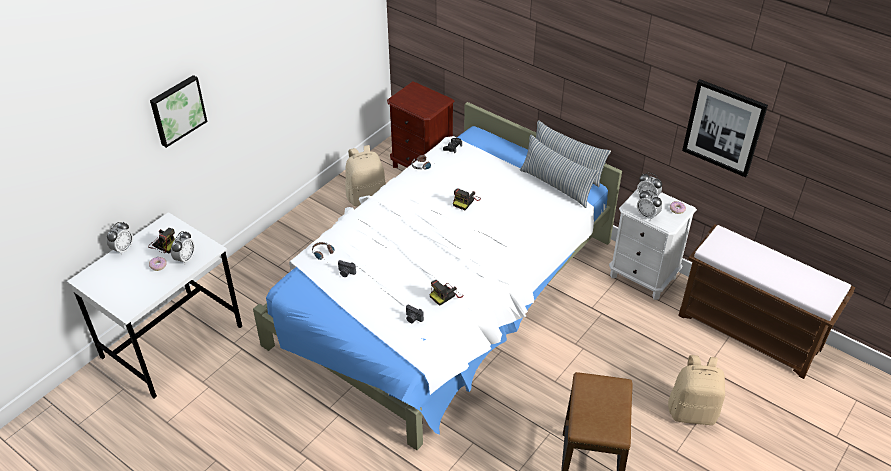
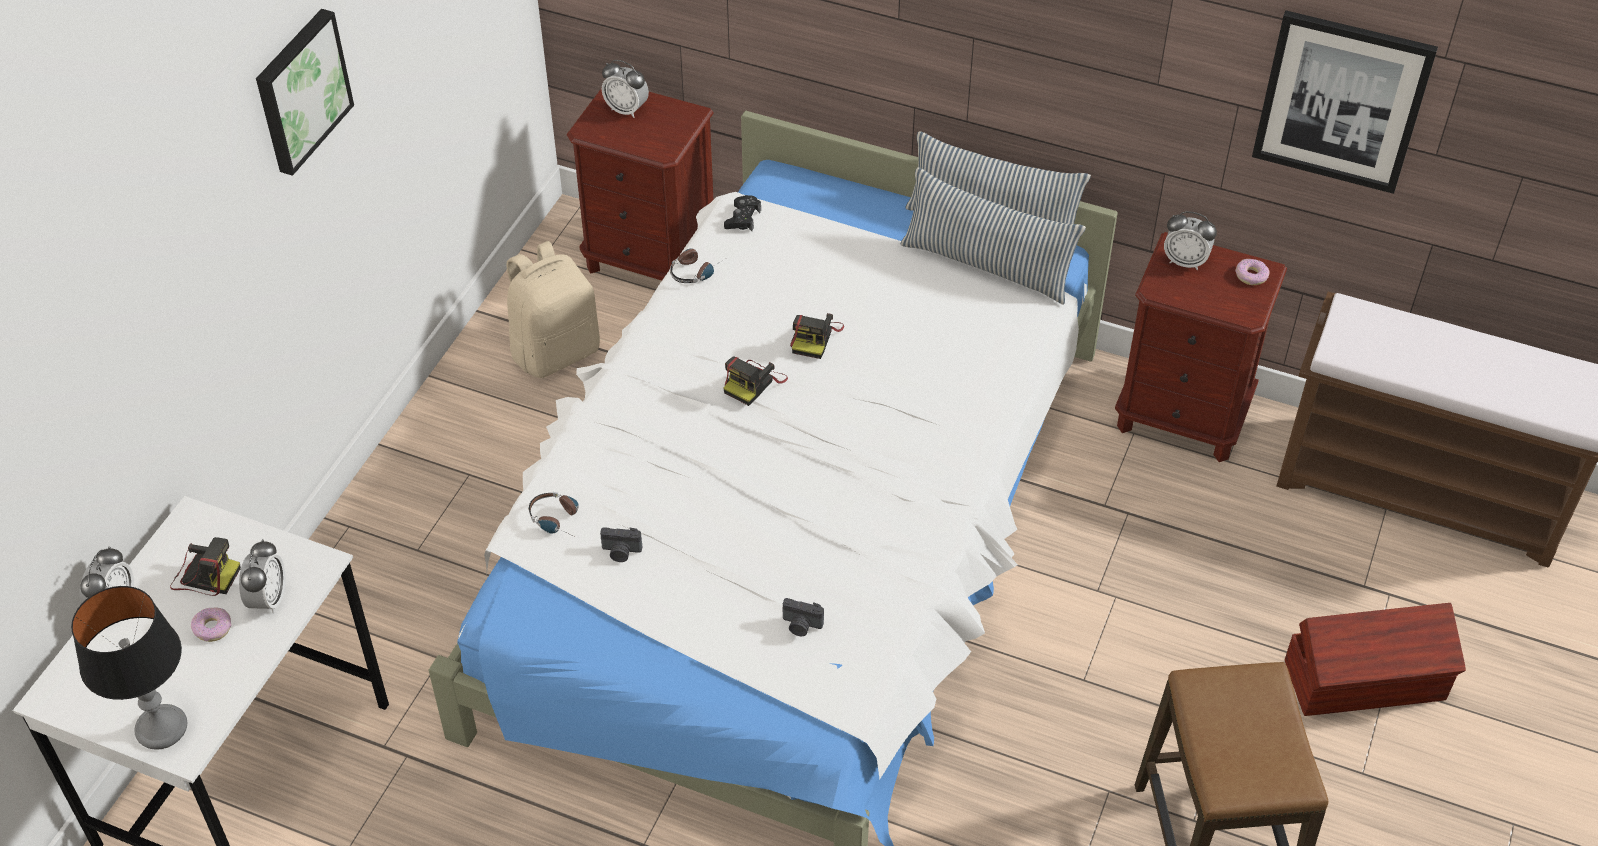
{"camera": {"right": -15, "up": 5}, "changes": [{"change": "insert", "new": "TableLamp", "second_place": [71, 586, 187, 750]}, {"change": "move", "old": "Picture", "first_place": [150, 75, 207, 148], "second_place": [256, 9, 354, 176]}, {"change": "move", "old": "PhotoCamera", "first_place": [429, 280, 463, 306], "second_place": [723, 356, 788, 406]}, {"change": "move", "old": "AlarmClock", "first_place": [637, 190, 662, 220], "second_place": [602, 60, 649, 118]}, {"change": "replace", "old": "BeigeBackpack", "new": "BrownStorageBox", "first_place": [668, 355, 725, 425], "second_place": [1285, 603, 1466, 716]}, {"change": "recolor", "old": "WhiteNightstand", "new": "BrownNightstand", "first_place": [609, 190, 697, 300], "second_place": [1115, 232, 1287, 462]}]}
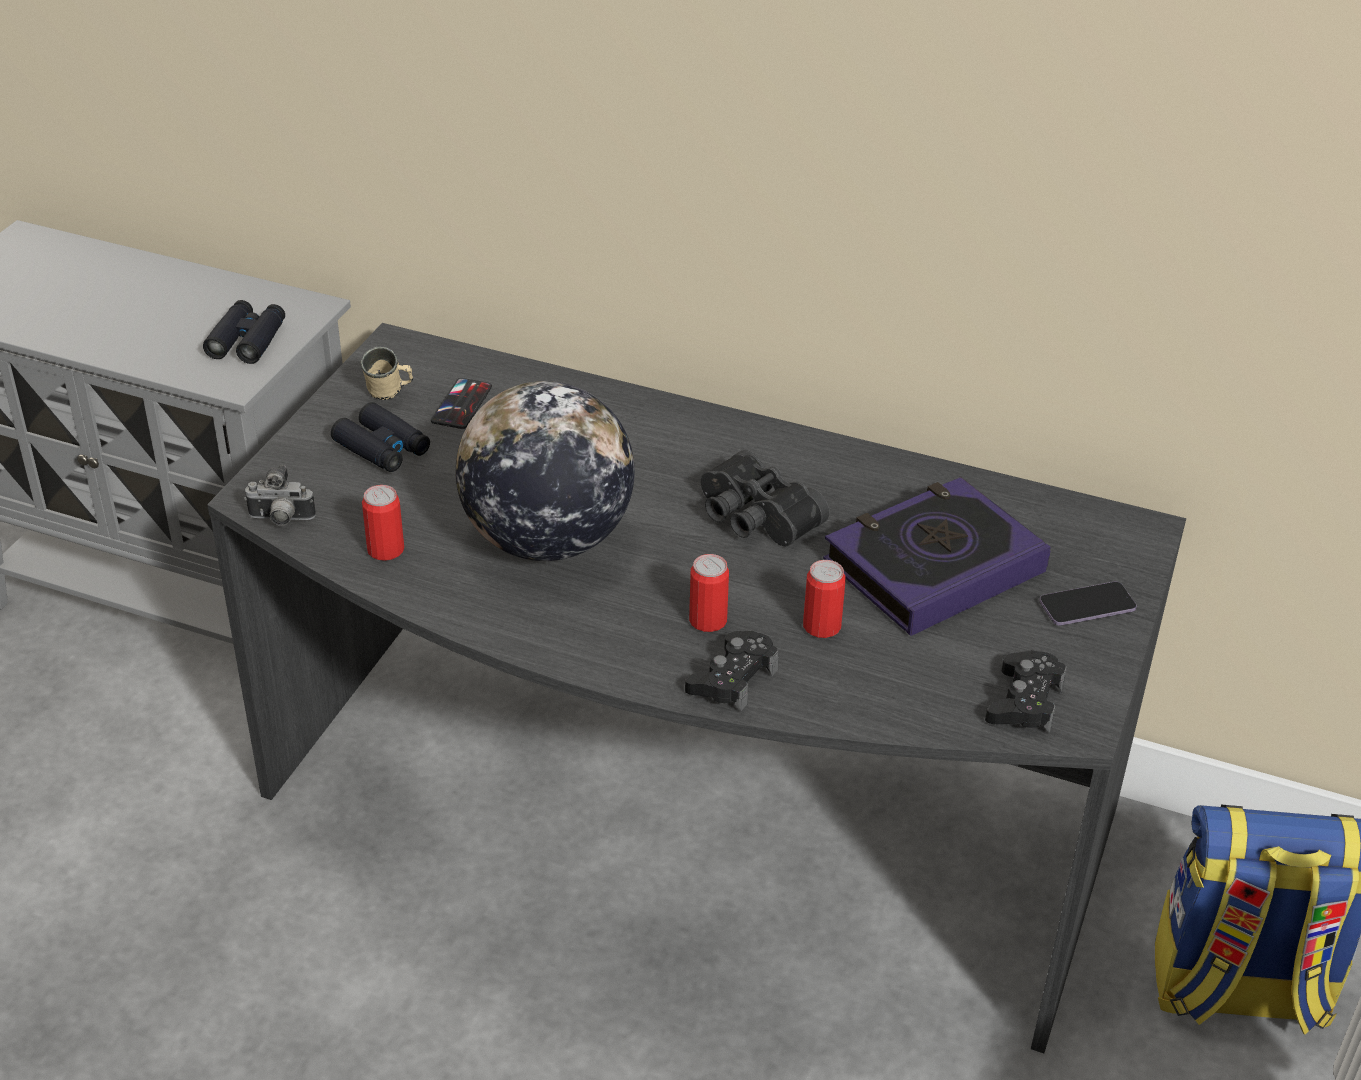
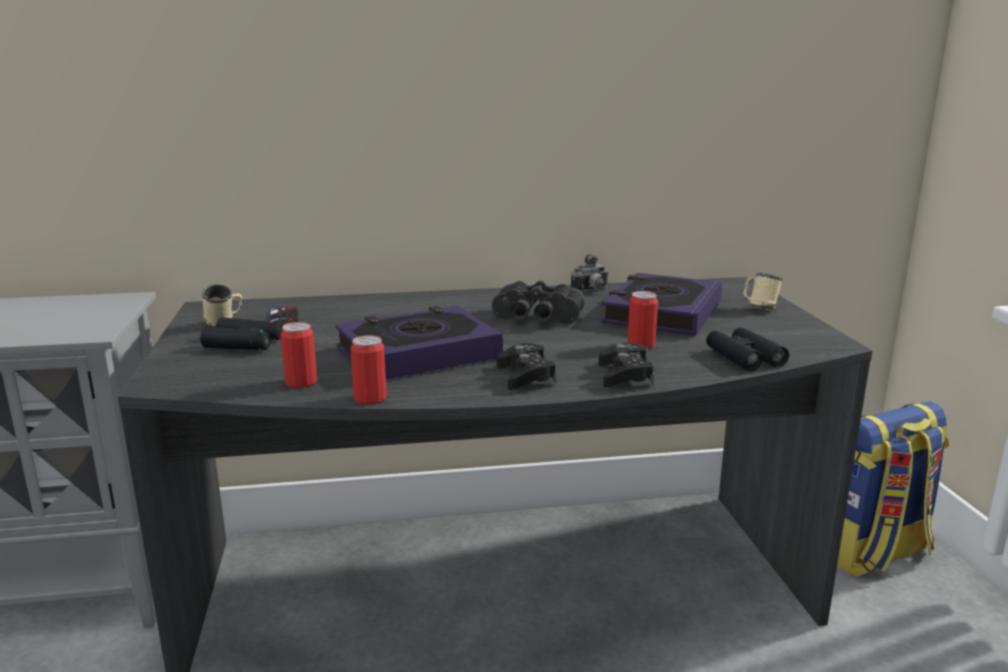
{"camera": {"right": -30, "up": -20}, "changes": [{"change": "move", "old": "BlackBinoculars", "first_place": [203, 300, 285, 364], "second_place": [706, 327, 789, 371]}, {"change": "move", "old": "PhotoCamera", "first_place": [244, 465, 316, 526], "second_place": [571, 254, 609, 292]}, {"change": "move", "old": "Can", "first_place": [689, 554, 729, 632], "second_place": [351, 335, 387, 404]}, {"change": "move", "old": "BlackGameController", "first_place": [985, 650, 1067, 733], "second_place": [497, 343, 557, 390]}, {"change": "replace", "old": "Globe", "new": "Book", "first_place": [455, 381, 635, 561], "second_place": [335, 306, 503, 379]}, {"change": "replace", "old": "Phone", "new": "BeigeMug", "first_place": [1039, 582, 1137, 626], "second_place": [743, 272, 783, 309]}]}
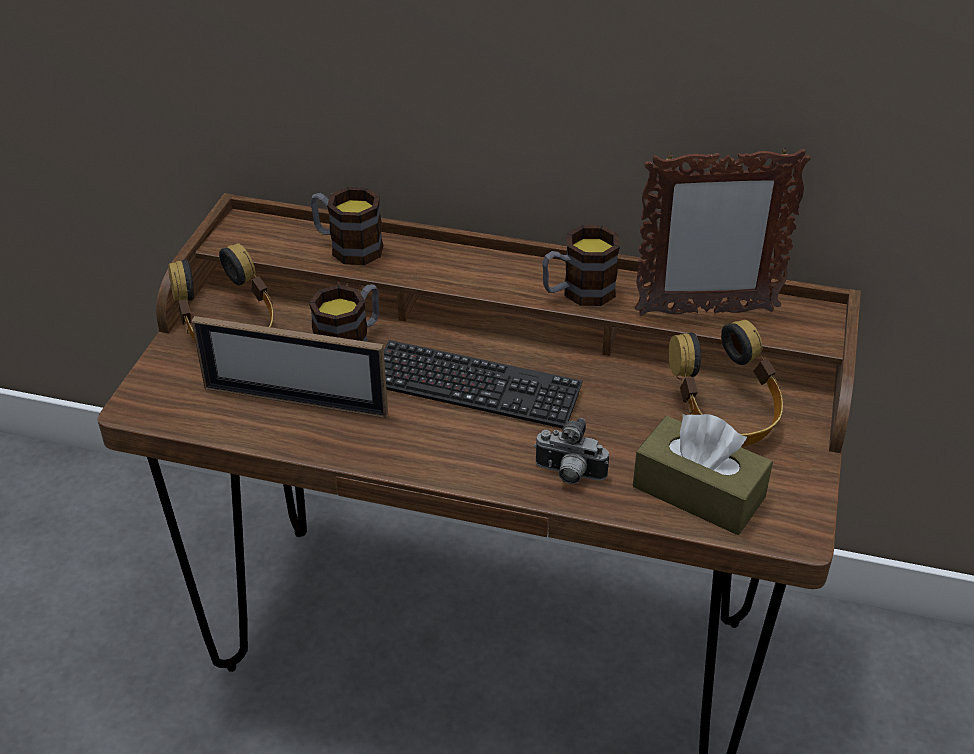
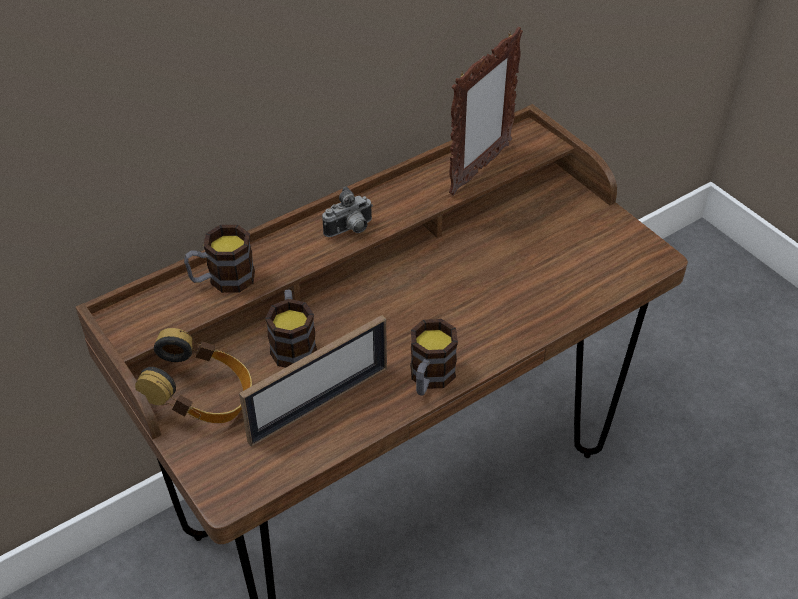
{"camera": {"right": -50, "up": 5}, "changes": [{"change": "delete", "old": "Keyboard", "first_place": [384, 340, 583, 429]}, {"change": "delete", "old": "BrownTissueBox", "first_place": [633, 414, 773, 535]}, {"change": "delete", "old": "Headphones", "first_place": [668, 320, 783, 447]}, {"change": "move", "old": "PhotoCamera", "first_place": [534, 418, 609, 484], "second_place": [322, 187, 373, 237]}, {"change": "move", "old": "Mug", "first_place": [542, 225, 620, 306], "second_place": [410, 319, 458, 395]}]}
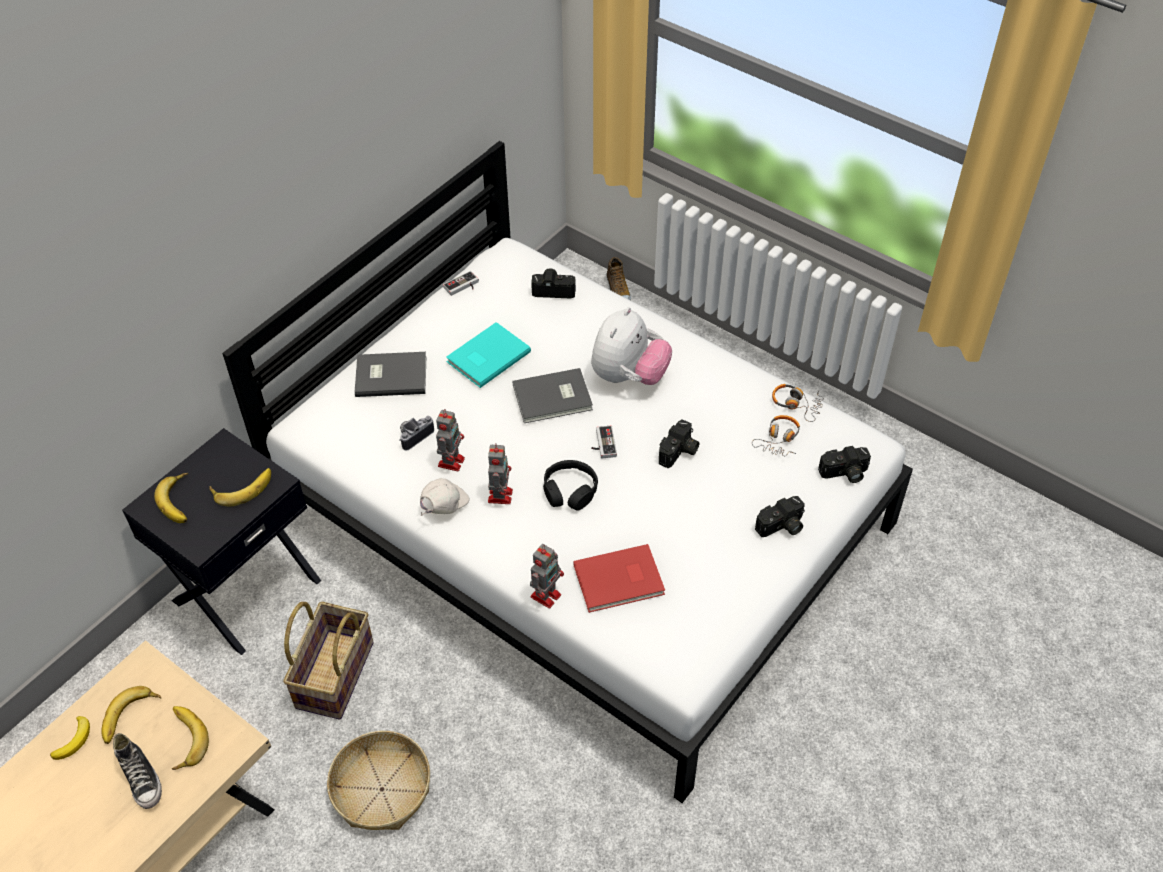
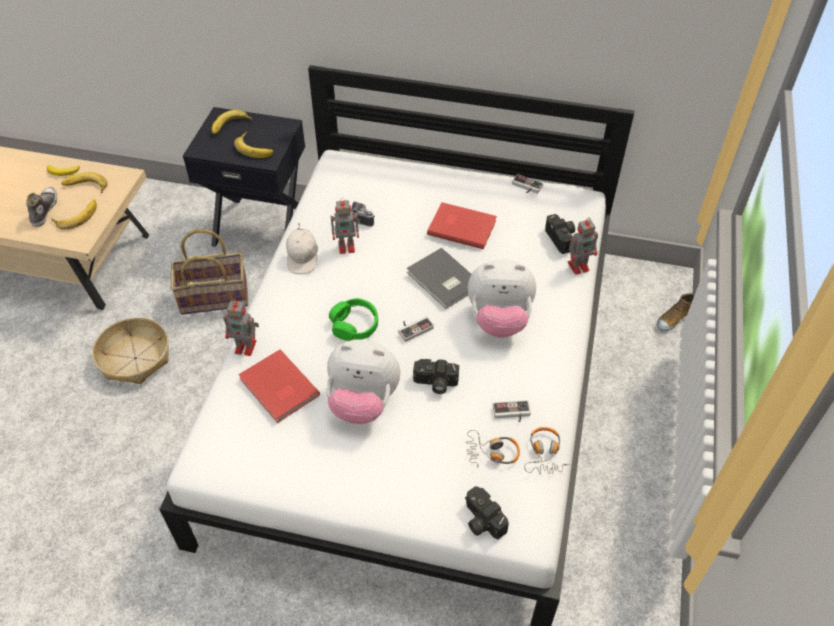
{"camera": {"right": 65, "up": 0}, "changes": [{"change": "delete", "old": "GreyBook", "first_place": [355, 352, 426, 397]}, {"change": "delete", "old": "PhotoCamera", "first_place": [755, 496, 805, 537]}, {"change": "insert", "new": "PlushToy", "second_place": [326, 340, 400, 424]}, {"change": "insert", "new": "GameController", "second_place": [492, 400, 531, 422]}, {"change": "move", "old": "ToyRobot", "first_place": [488, 443, 513, 504], "second_place": [568, 218, 598, 275]}, {"change": "recolor", "old": "TurquoiseBook", "new": "RedBook", "first_place": [446, 322, 531, 388], "second_place": [427, 202, 497, 249]}, {"change": "recolor", "old": "BlackHeadphones", "new": "GreenHeadphones", "first_place": [543, 460, 598, 510], "second_place": [329, 298, 378, 341]}, {"change": "rotate", "old": "Shoe", "first_place": [113, 733, 162, 809], "second_place": [26, 187, 57, 227], "degrees": 150}, {"change": "rotate", "old": "WhiteCap", "first_place": [420, 478, 470, 516], "second_place": [286, 223, 318, 274], "degrees": 75}]}
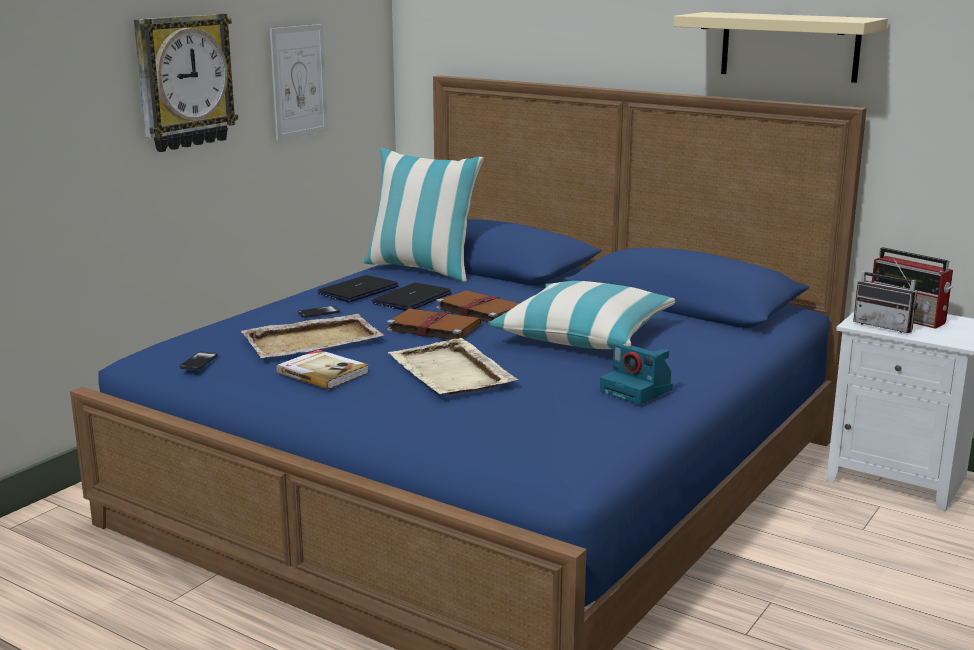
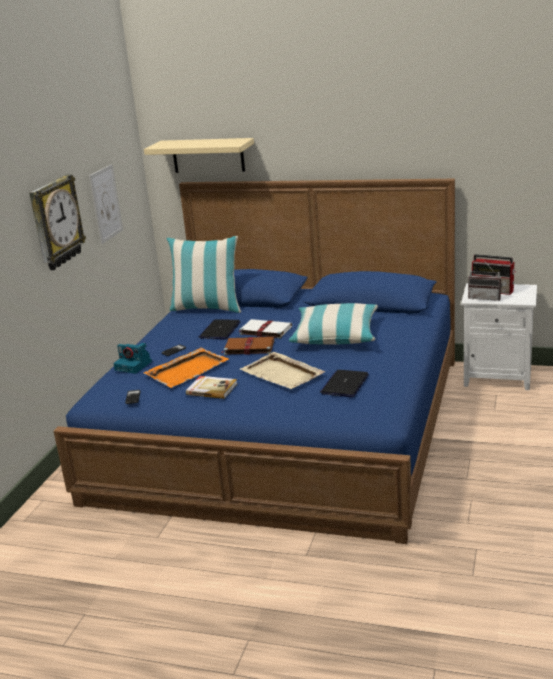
{"camera": {"right": -15, "up": 5}, "changes": [{"change": "move", "old": "Laptop", "first_place": [317, 275, 399, 302], "second_place": [320, 370, 369, 397]}, {"change": "move", "old": "PhotoCamera", "first_place": [600, 344, 673, 405], "second_place": [113, 343, 152, 374]}, {"change": "move", "old": "BeigeShelf", "first_place": [673, 12, 888, 83], "second_place": [144, 138, 254, 173]}, {"change": "recolor", "old": "BeigeTray", "new": "OrangeTray", "first_place": [241, 314, 384, 358], "second_place": [144, 348, 229, 388]}, {"change": "recolor", "old": "BrownBook", "new": "WhiteBook", "first_place": [436, 290, 519, 324], "second_place": [239, 319, 292, 339]}]}
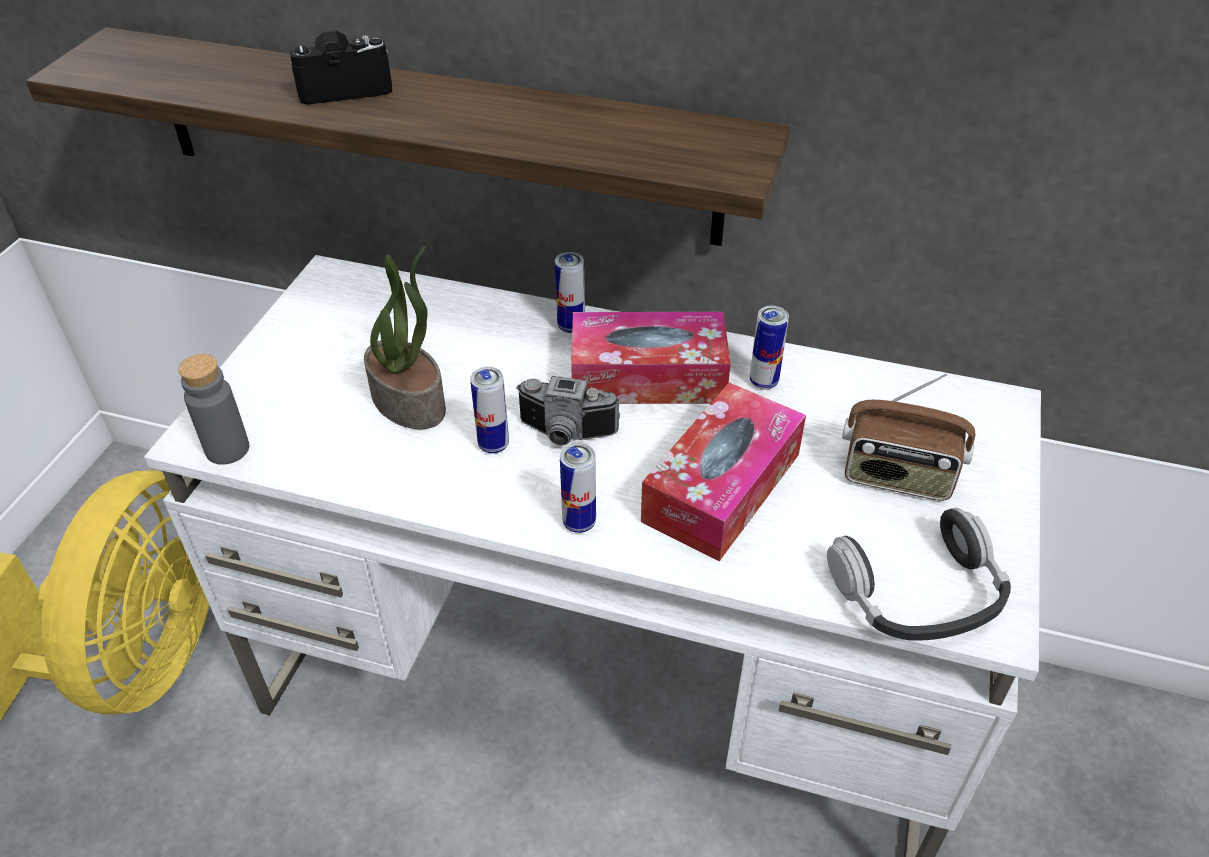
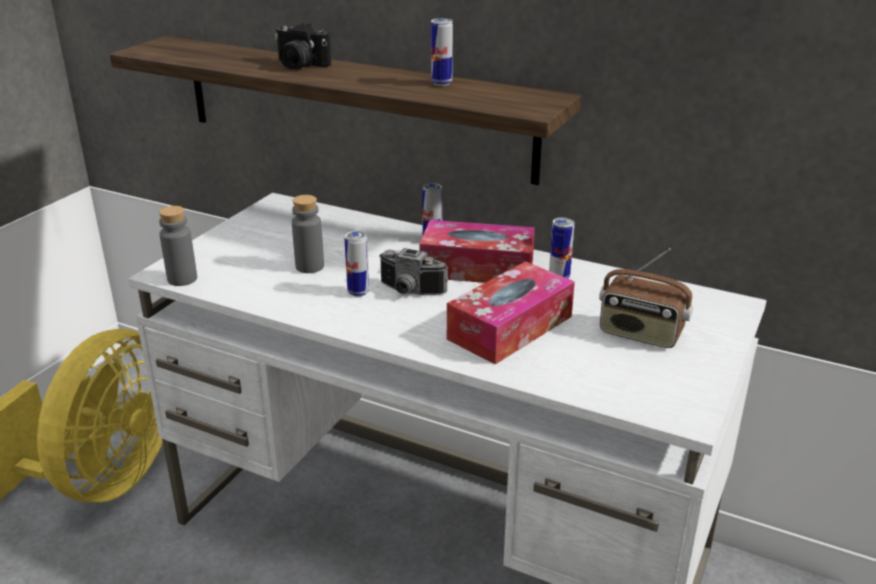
{"camera": {"right": 10, "up": -15}, "changes": [{"change": "delete", "old": "Headphones", "first_place": [827, 507, 1011, 641]}, {"change": "move", "old": "Can", "first_place": [560, 443, 596, 533], "second_place": [431, 18, 453, 86]}, {"change": "replace", "old": "PottedPlant", "new": "GreyBottle", "first_place": [364, 245, 446, 429], "second_place": [292, 195, 324, 273]}, {"change": "rotate", "old": "PhotoCamera", "first_place": [290, 31, 392, 105], "second_place": [275, 23, 331, 70], "degrees": -150}]}
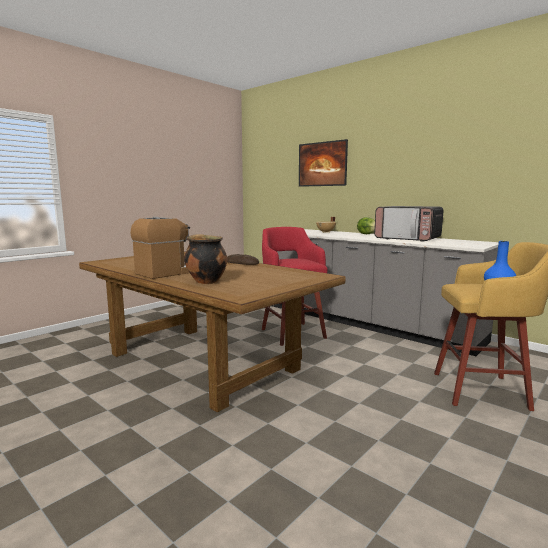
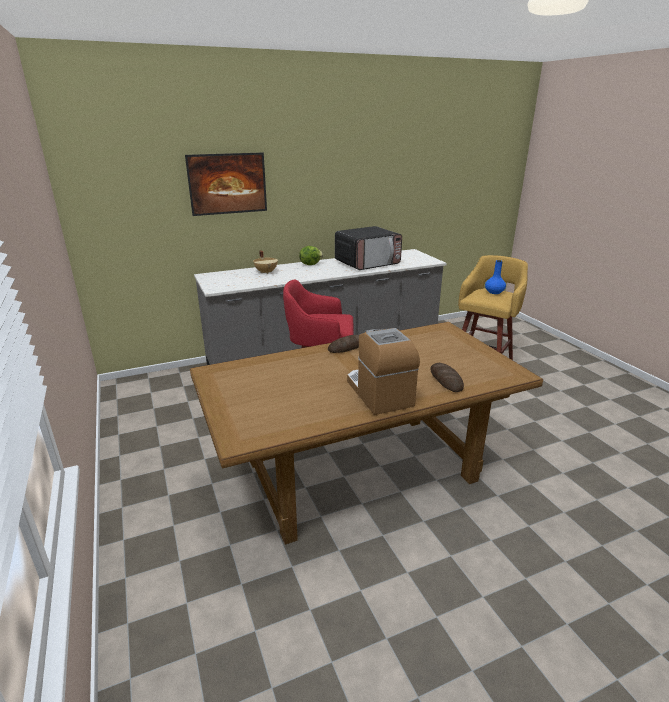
{"camera": {"right": -65, "up": 15}, "changes": [{"change": "replace", "old": "CookingPot", "new": "Bread", "first_place": [184, 234, 227, 284], "second_place": [430, 363, 464, 392]}]}
